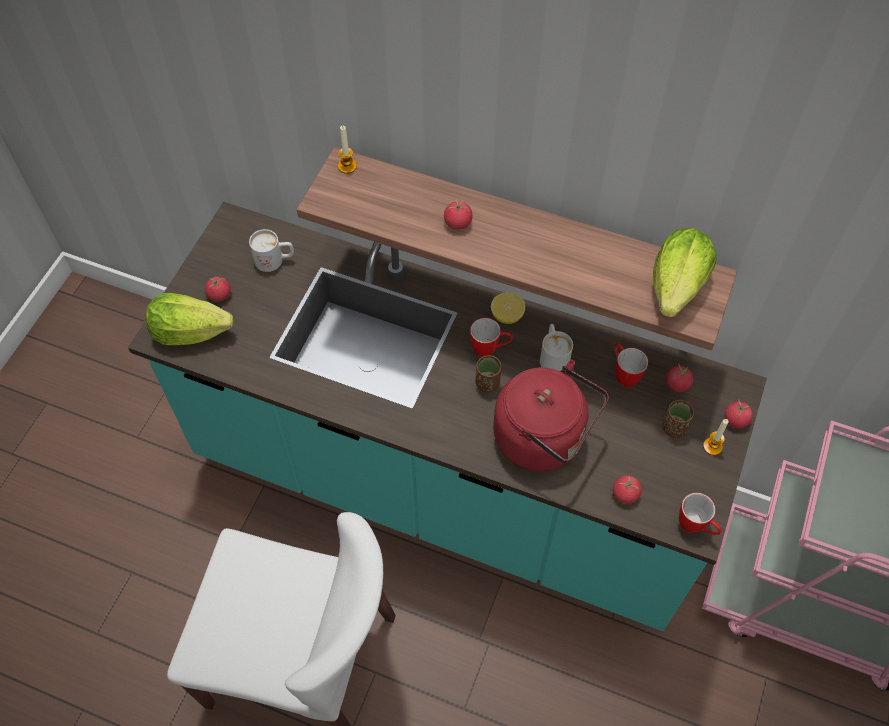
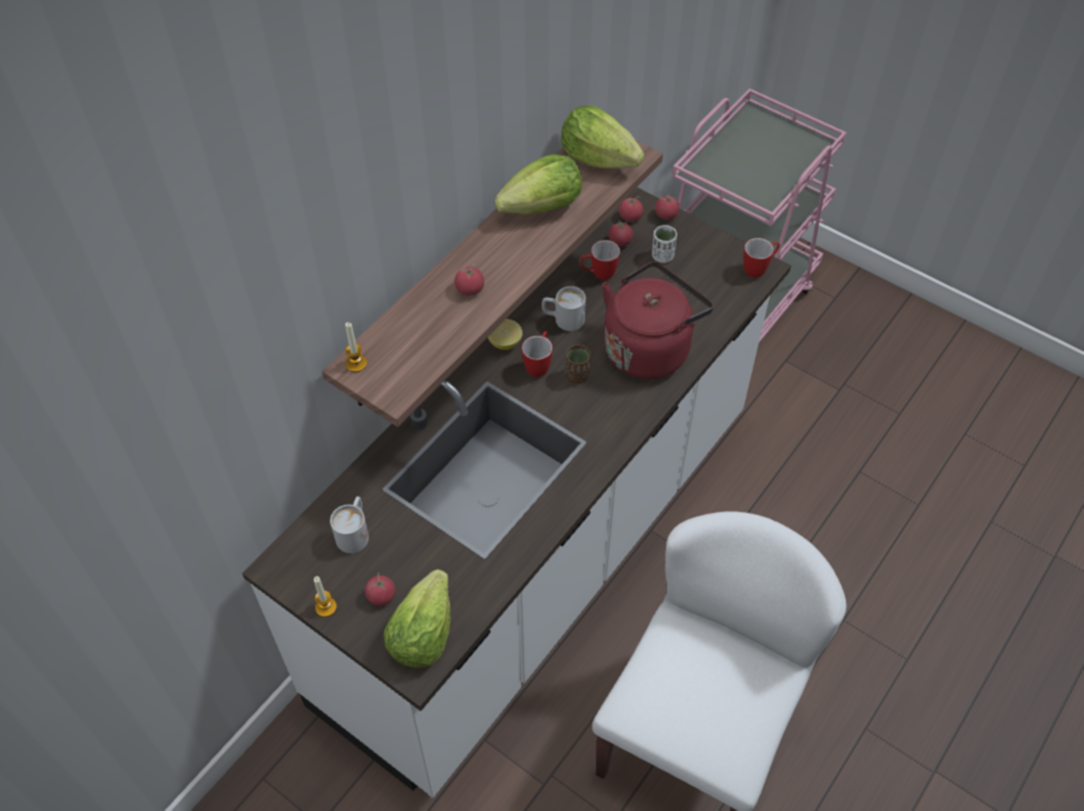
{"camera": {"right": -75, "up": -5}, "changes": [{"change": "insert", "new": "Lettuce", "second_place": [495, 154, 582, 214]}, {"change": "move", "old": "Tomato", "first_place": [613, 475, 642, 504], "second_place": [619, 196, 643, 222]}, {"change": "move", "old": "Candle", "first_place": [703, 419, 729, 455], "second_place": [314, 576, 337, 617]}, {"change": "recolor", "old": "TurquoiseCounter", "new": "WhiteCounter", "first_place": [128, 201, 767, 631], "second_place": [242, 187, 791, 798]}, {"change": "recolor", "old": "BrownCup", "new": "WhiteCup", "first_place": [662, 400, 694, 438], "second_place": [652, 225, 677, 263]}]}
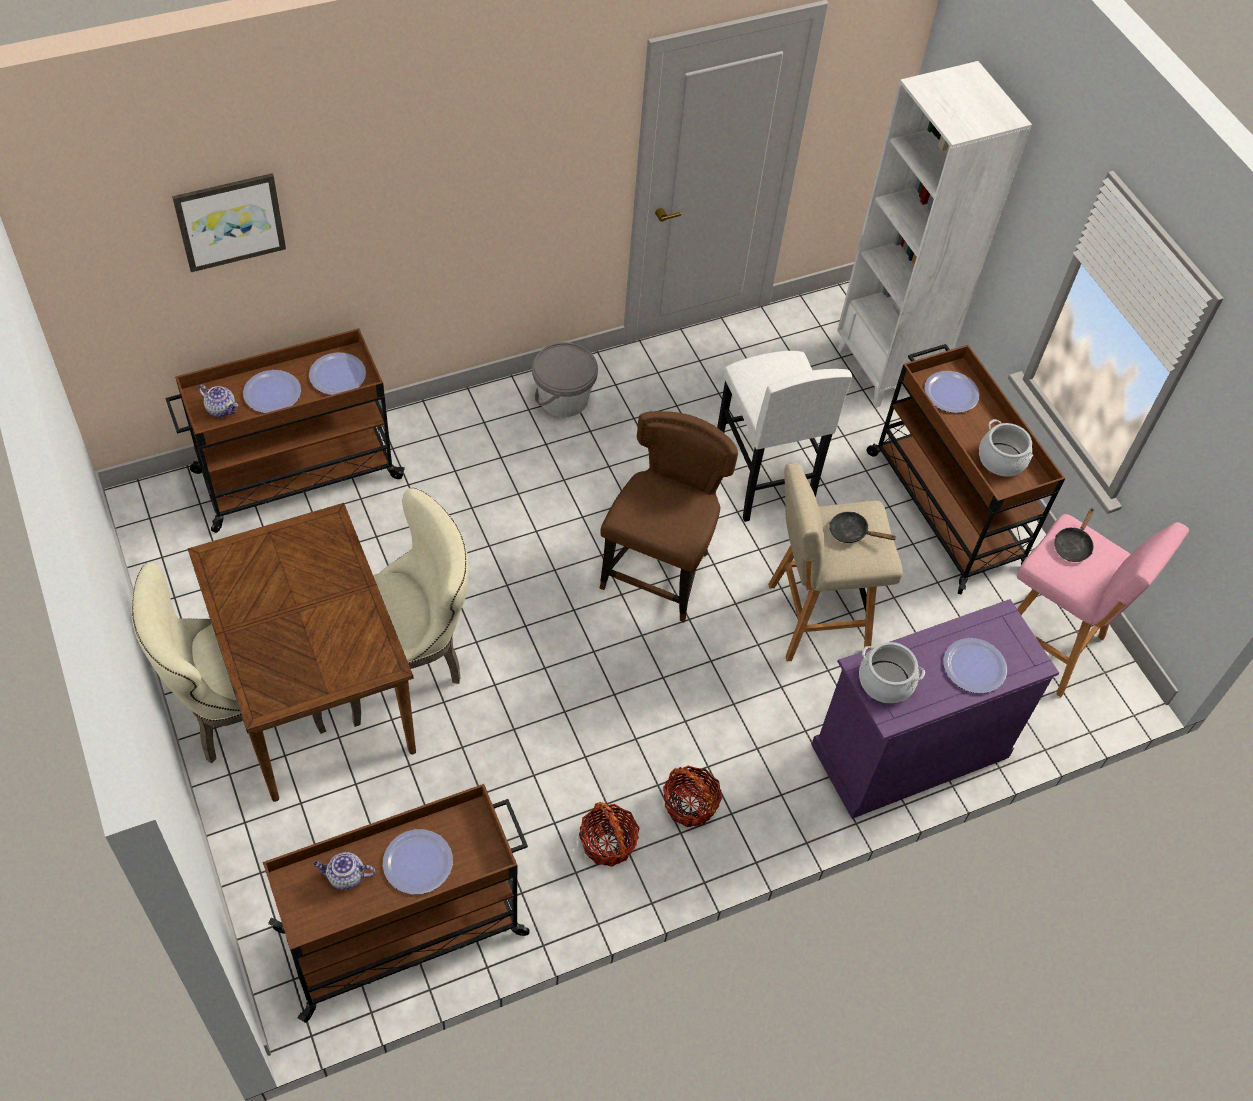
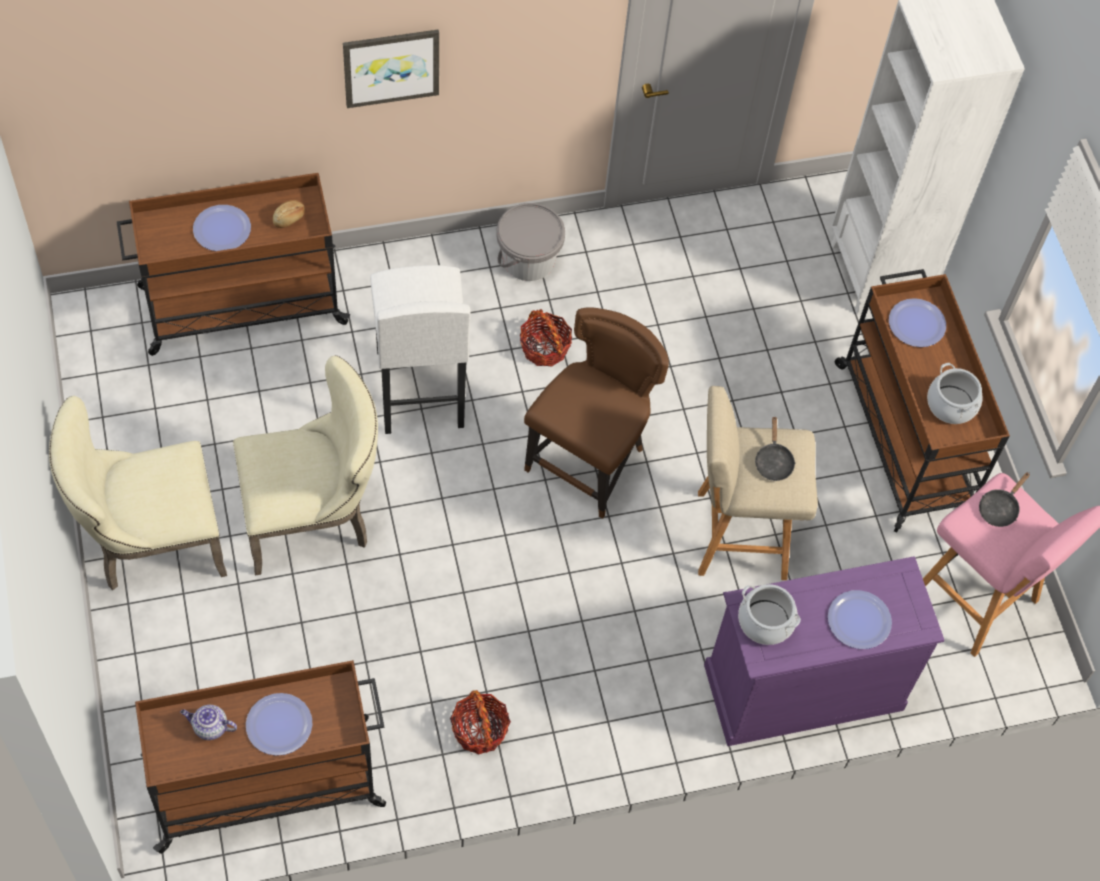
{"camera": {"right": 10, "up": 5}, "changes": [{"change": "delete", "old": "BrownDiningTable", "first_place": [188, 503, 416, 802]}, {"change": "delete", "old": "Teapot", "first_place": [198, 385, 238, 417]}, {"change": "move", "old": "Picture", "first_place": [172, 173, 286, 272], "second_place": [343, 30, 439, 108]}, {"change": "move", "old": "Basket", "first_place": [663, 766, 722, 827], "second_place": [520, 309, 572, 367]}, {"change": "move", "old": "WhiteStool", "first_place": [717, 351, 852, 522], "second_place": [370, 265, 471, 434]}, {"change": "replace", "old": "Plate", "new": "Bread", "first_place": [309, 352, 366, 395], "second_place": [273, 200, 305, 228]}, {"change": "rotate", "old": "BlackFryingPan", "first_place": [829, 512, 897, 543], "second_place": [755, 416, 795, 481], "degrees": -120}]}
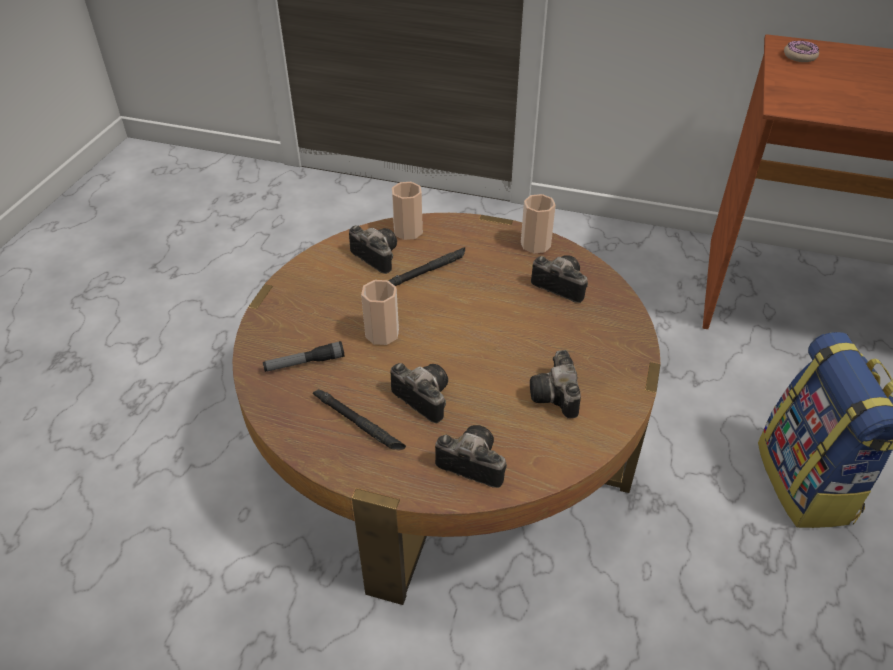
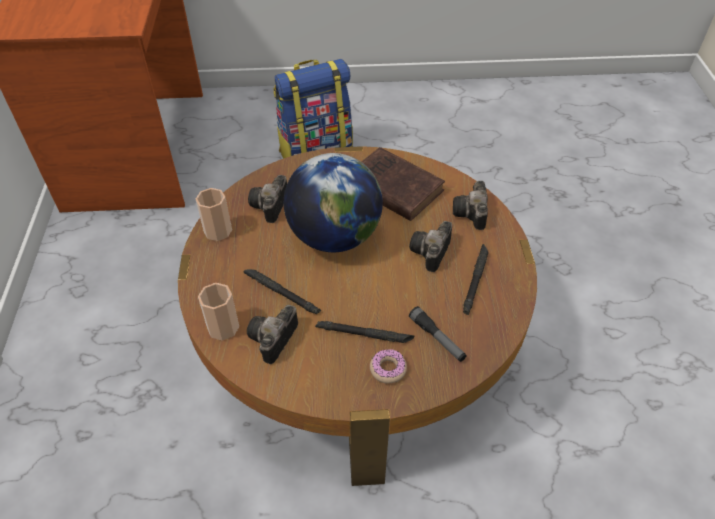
{"camera": {"right": -110, "up": 5}, "changes": [{"change": "delete", "old": "Cup", "first_place": [361, 280, 399, 345]}, {"change": "insert", "new": "Globe", "second_place": [284, 153, 383, 252]}, {"change": "insert", "new": "BlackFlashlight", "second_place": [315, 321, 414, 343]}, {"change": "move", "old": "Donut", "first_place": [784, 40, 819, 62], "second_place": [370, 349, 407, 384]}, {"change": "replace", "old": "PhotoCamera", "new": "BrownBook", "first_place": [530, 350, 581, 418], "second_place": [361, 147, 445, 221]}]}
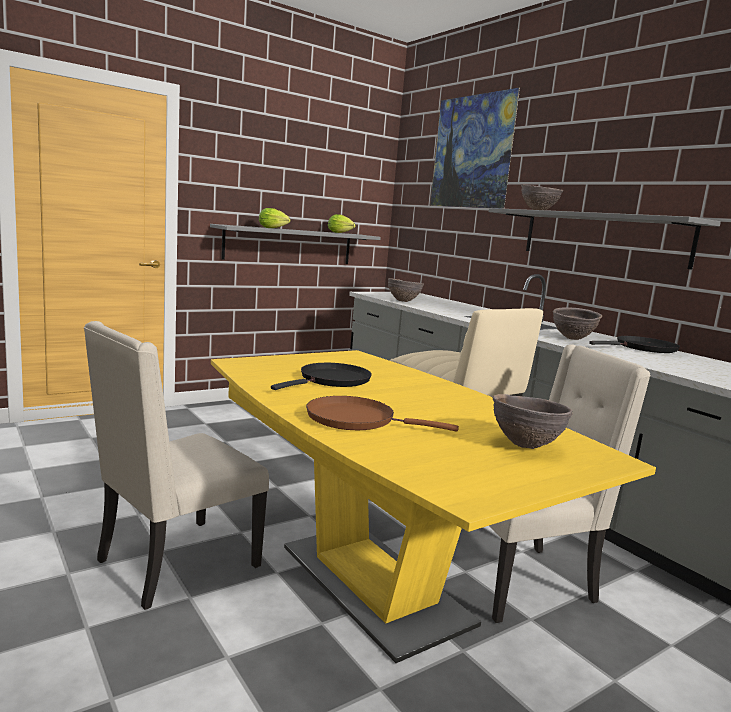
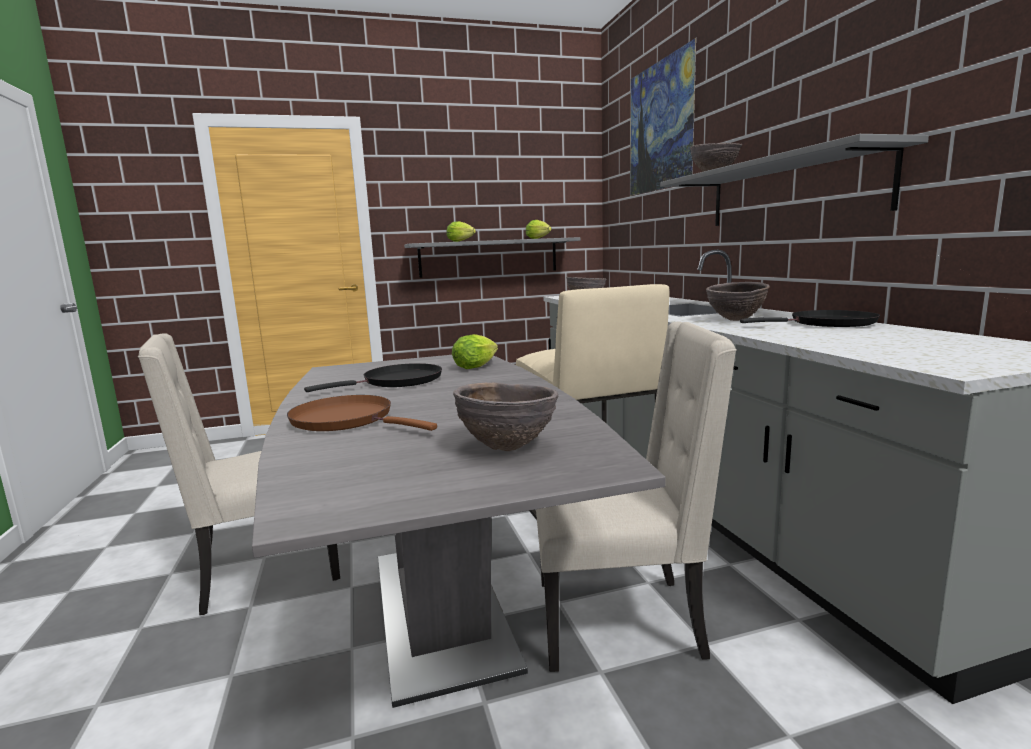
{"camera": {"right": 20, "up": 0}, "changes": [{"change": "insert", "new": "Lettuce", "second_place": [452, 334, 498, 369]}, {"change": "recolor", "old": "YellowDiningTable", "new": "GreyDiningTable", "first_place": [211, 350, 656, 663], "second_place": [252, 355, 665, 708]}]}
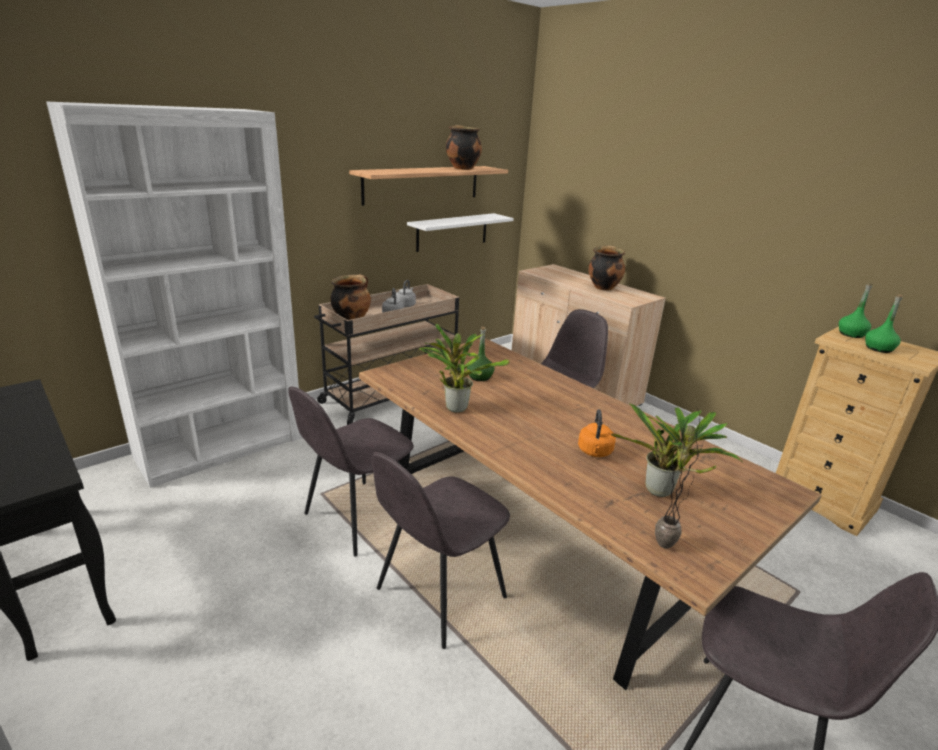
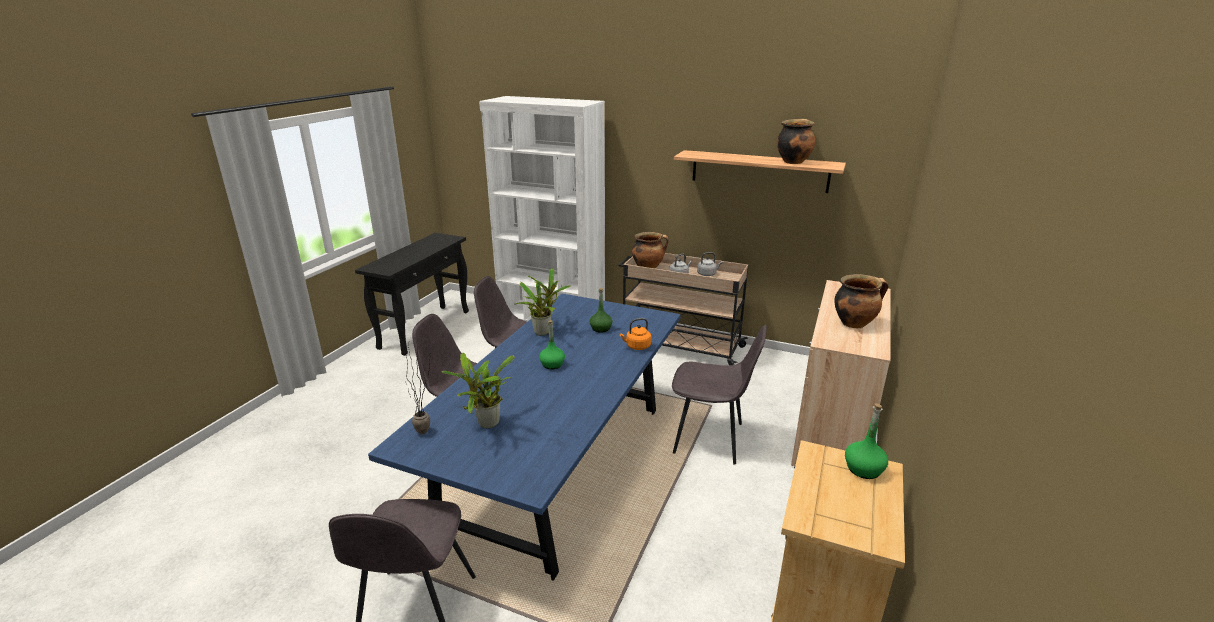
{"camera": {"right": 65, "up": 0}, "changes": [{"change": "delete", "old": "WhiteShelf", "first_place": [407, 213, 514, 252]}, {"change": "move", "old": "OrangeKettle", "first_place": [578, 409, 616, 457], "second_place": [619, 318, 651, 350]}, {"change": "move", "old": "GreenBottle", "first_place": [865, 294, 903, 353], "second_place": [539, 320, 565, 369]}, {"change": "recolor", "old": "BrownDiningTable", "new": "BlueDiningTable", "first_place": [359, 338, 822, 690], "second_place": [368, 294, 681, 581]}]}
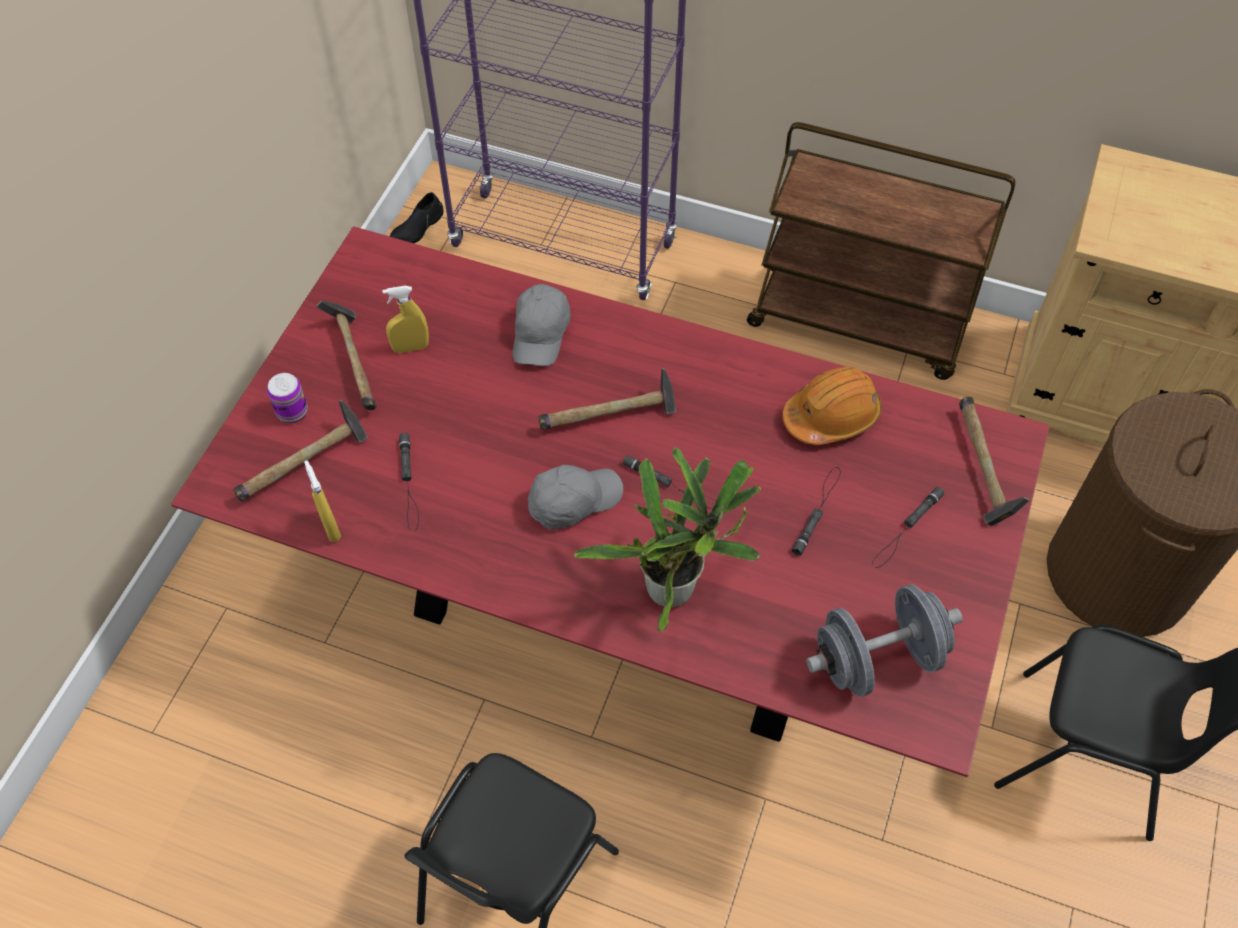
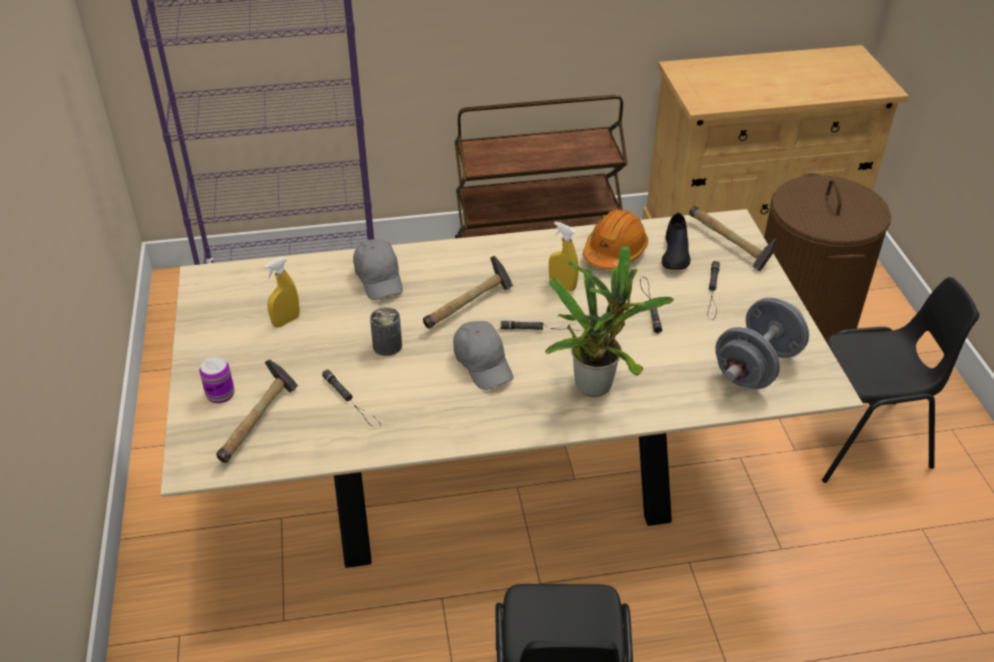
{"camera": {"right": -30, "up": -15}, "changes": [{"change": "delete", "old": "Hammer", "first_place": [316, 300, 376, 410]}, {"change": "insert", "new": "Can", "second_place": [370, 307, 402, 356]}, {"change": "move", "old": "YellowSprayBottle", "first_place": [304, 460, 341, 542], "second_place": [549, 221, 579, 291]}, {"change": "move", "old": "BlackShoe", "first_place": [390, 192, 444, 243], "second_place": [662, 213, 691, 270]}, {"change": "recolor", "old": "RedDiningTable", "new": "BeigeDiningTable", "first_place": [171, 226, 1050, 777], "second_place": [160, 209, 864, 568]}, {"change": "rotate", "old": "GreyCap", "first_place": [528, 465, 623, 530], "second_place": [453, 321, 514, 390], "degrees": 120}]}
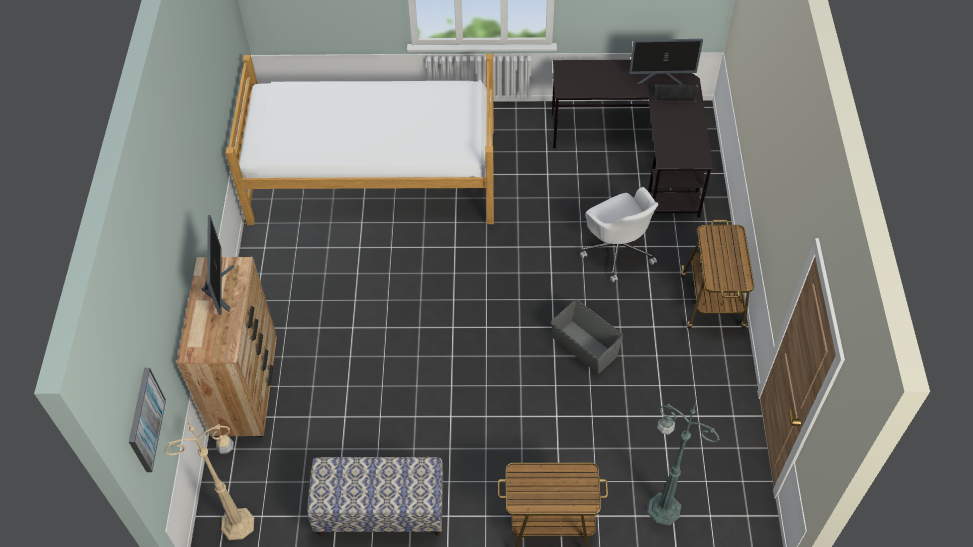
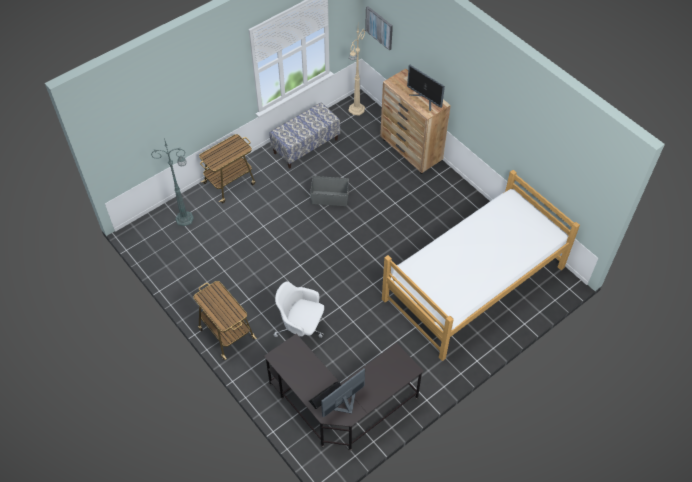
{"camera": {"right": 140, "up": 0}, "changes": [{"change": "move", "old": "GreyStorageBox", "first_place": [551, 299, 623, 374], "second_place": [310, 176, 349, 206]}]}
